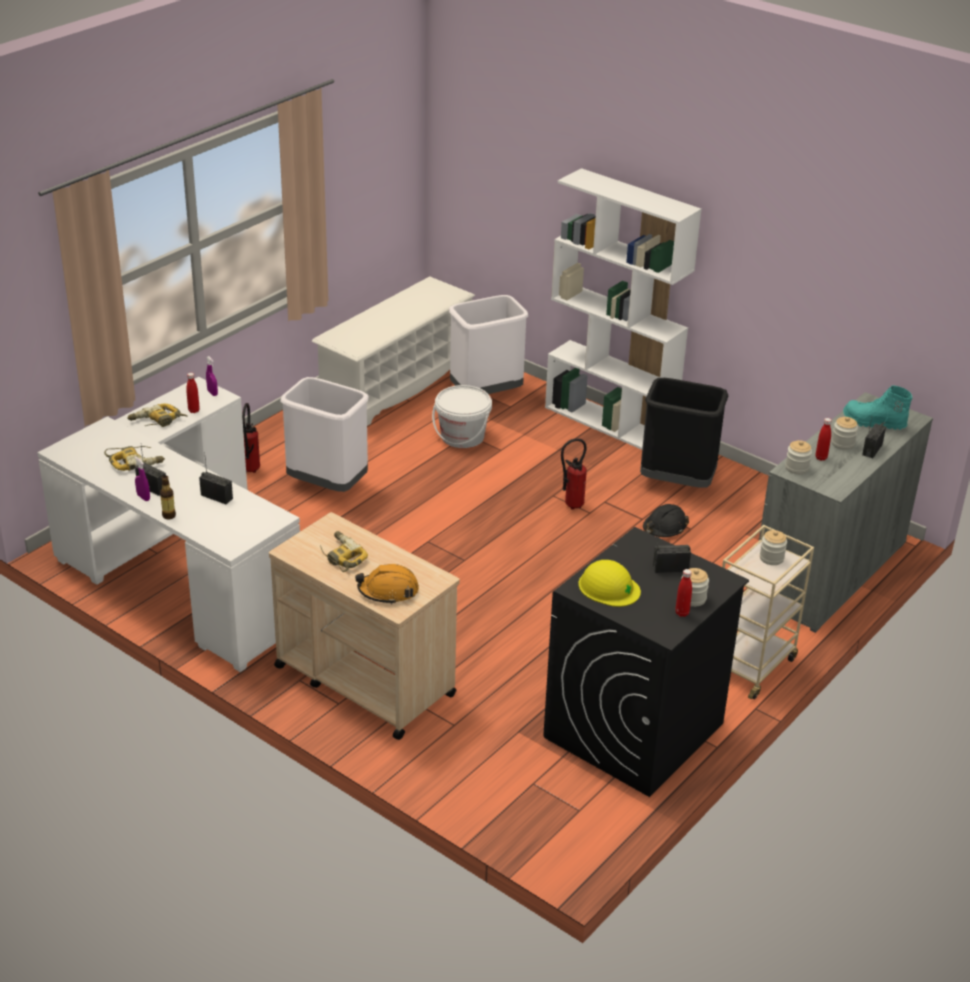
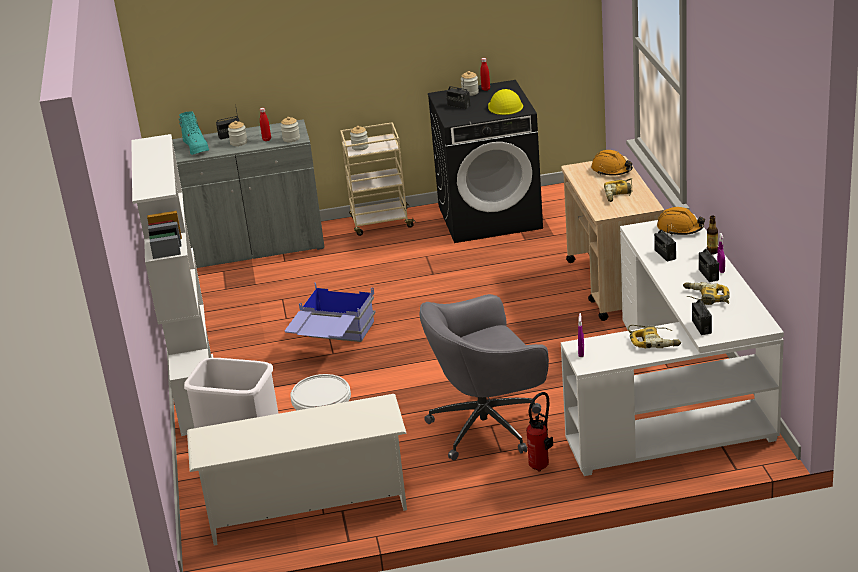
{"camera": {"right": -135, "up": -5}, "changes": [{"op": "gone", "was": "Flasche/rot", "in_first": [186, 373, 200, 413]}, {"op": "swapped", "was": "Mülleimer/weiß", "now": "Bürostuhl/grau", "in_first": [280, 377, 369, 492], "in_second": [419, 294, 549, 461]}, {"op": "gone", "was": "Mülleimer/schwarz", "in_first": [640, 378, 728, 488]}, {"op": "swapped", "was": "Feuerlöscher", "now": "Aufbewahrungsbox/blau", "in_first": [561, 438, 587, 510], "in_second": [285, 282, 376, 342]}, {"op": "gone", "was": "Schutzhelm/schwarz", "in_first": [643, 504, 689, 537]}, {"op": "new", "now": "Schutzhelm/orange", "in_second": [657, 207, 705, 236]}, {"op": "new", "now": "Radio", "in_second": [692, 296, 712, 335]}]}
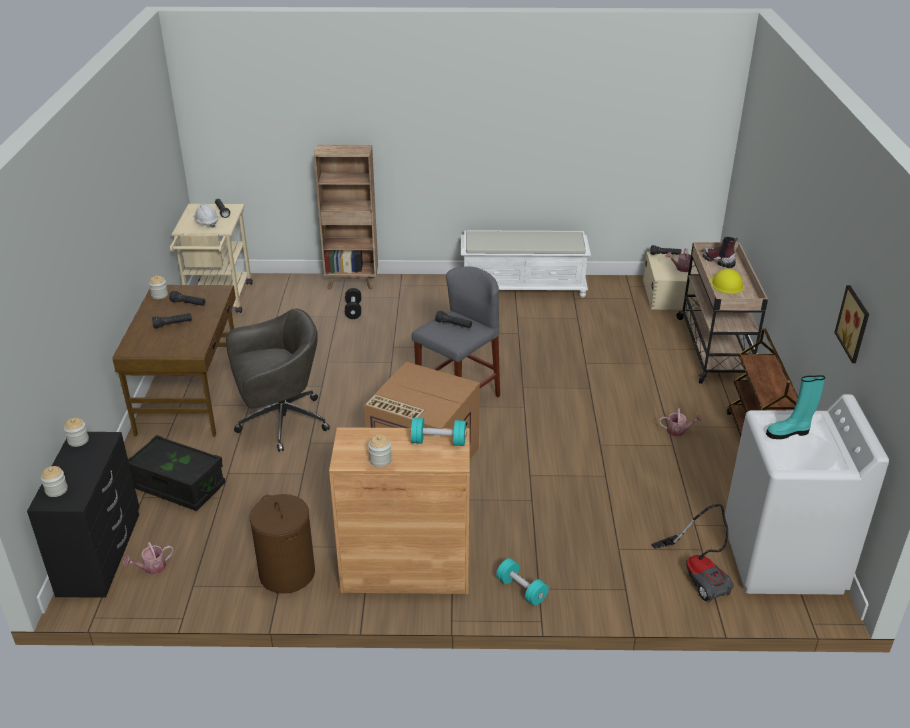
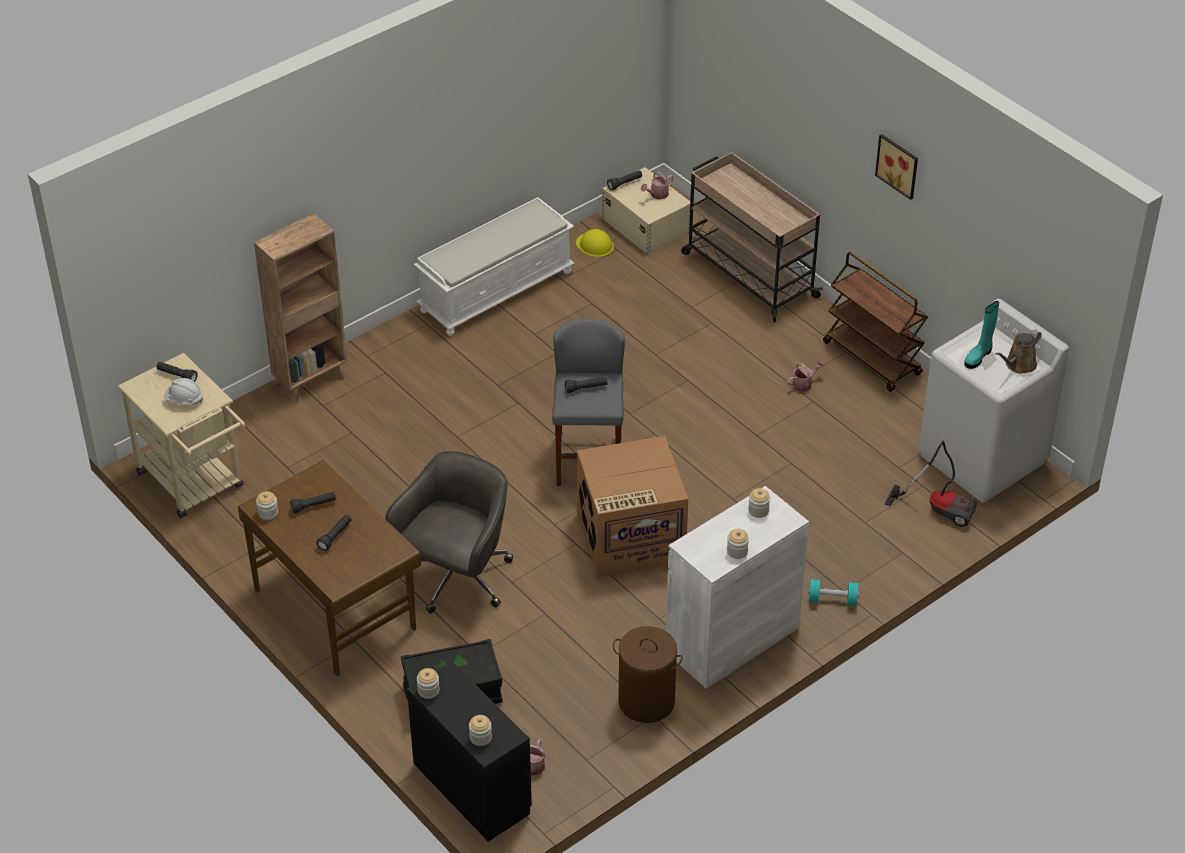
{"camera": {"right": -40, "up": 10}, "changes": [{"op": "gone", "was": "Stiefel", "in_first": [703, 237, 738, 268]}, {"op": "shifted", "was": "Schutzhelm/gelb", "in_first": [710, 269, 744, 294], "in_second": [576, 229, 614, 257]}, {"op": "shifted", "was": "Bild", "in_first": [834, 285, 869, 363], "in_second": [875, 134, 918, 200]}, {"op": "gone", "was": "Hantel/schwarz", "in_first": [345, 288, 361, 319]}, {"op": "swapped", "was": "Hantel/türkis", "now": "Vorratsglas", "in_first": [411, 418, 467, 446], "in_second": [748, 488, 770, 518]}, {"op": "repainted", "was": "Schrank/braun", "now": "Schrank/weiß", "in_first": [329, 427, 470, 594], "in_second": [666, 486, 809, 689]}, {"op": "new", "now": "Gießkanne/braun", "in_second": [995, 330, 1042, 374]}]}
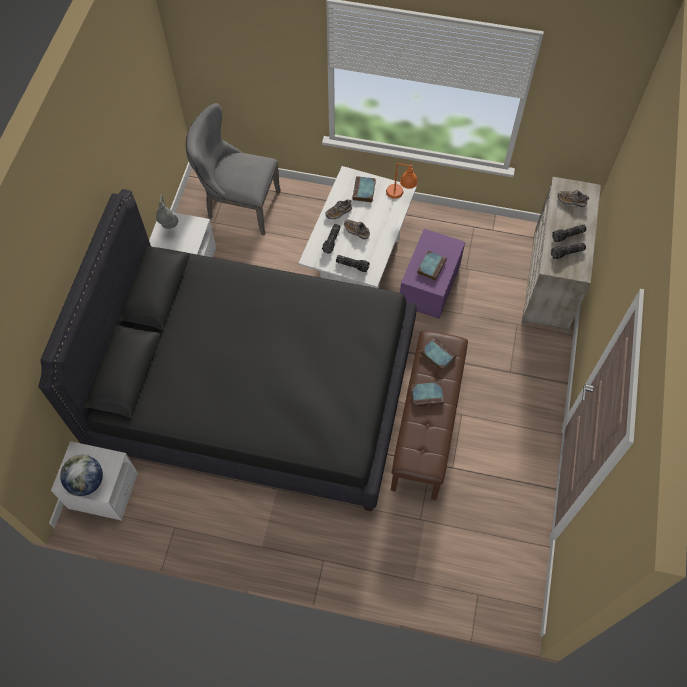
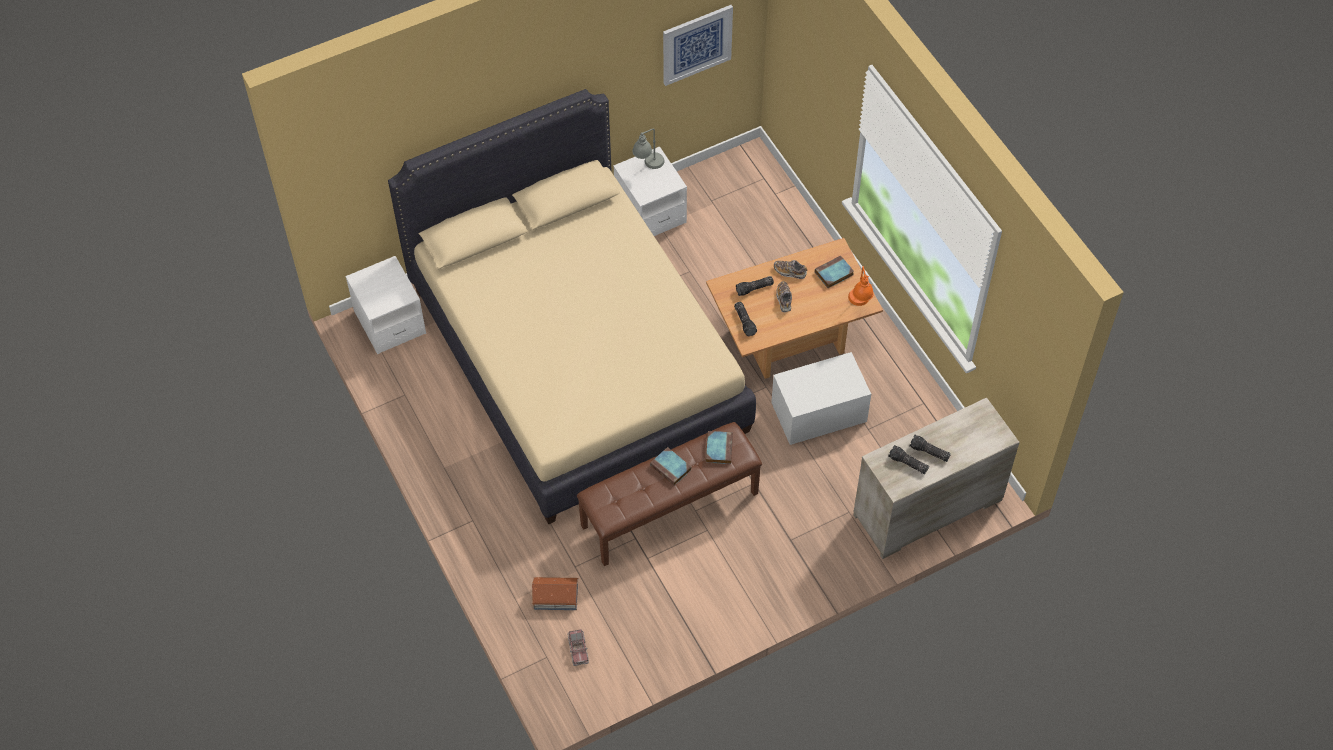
{"camera": {"right": 50, "up": -5}, "changes": [{"op": "gone", "was": "Stuhl/grau", "in_first": [186, 103, 281, 235]}, {"op": "repainted", "was": "Couchtisch/weiß", "now": "Couchtisch/braun", "in_first": [298, 166, 417, 289], "in_second": [706, 238, 883, 379]}, {"op": "repainted", "was": "Bett/schwarz", "now": "Bett/beige", "in_first": [38, 189, 417, 511], "in_second": [388, 89, 756, 525]}, {"op": "gone", "was": "Schuh", "in_first": [558, 190, 589, 207]}, {"op": "repainted", "was": "Aufbewahrungsbox/lila", "now": "Aufbewahrungsbox/weiß", "in_first": [400, 229, 465, 319], "in_second": [771, 352, 871, 445]}, {"op": "gone", "was": "Buch", "in_first": [417, 250, 447, 281]}, {"op": "gone", "was": "Globus", "in_first": [60, 455, 103, 496]}, {"op": "new", "now": "Bild", "in_second": [663, 5, 733, 86]}, {"op": "new", "now": "Spielzeughaus", "in_second": [532, 577, 579, 610]}, {"op": "new", "now": "Spielzeuglaster", "in_second": [567, 629, 589, 666]}]}
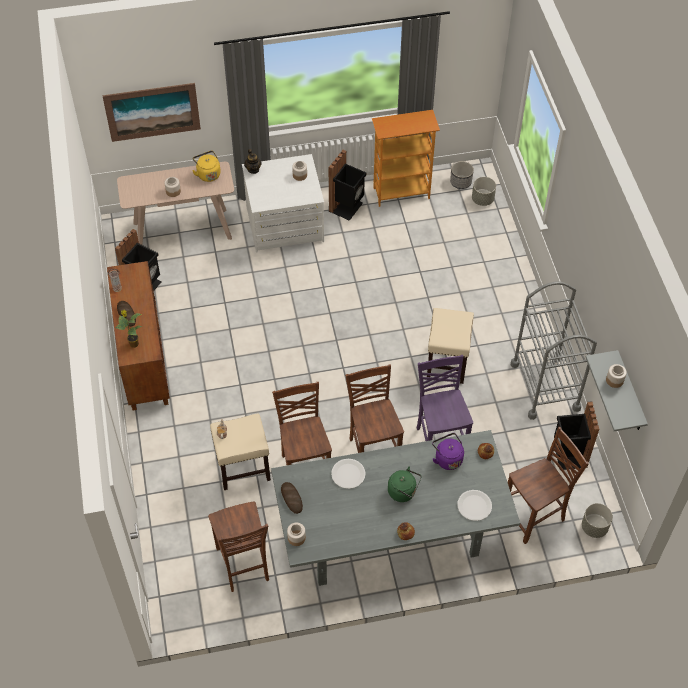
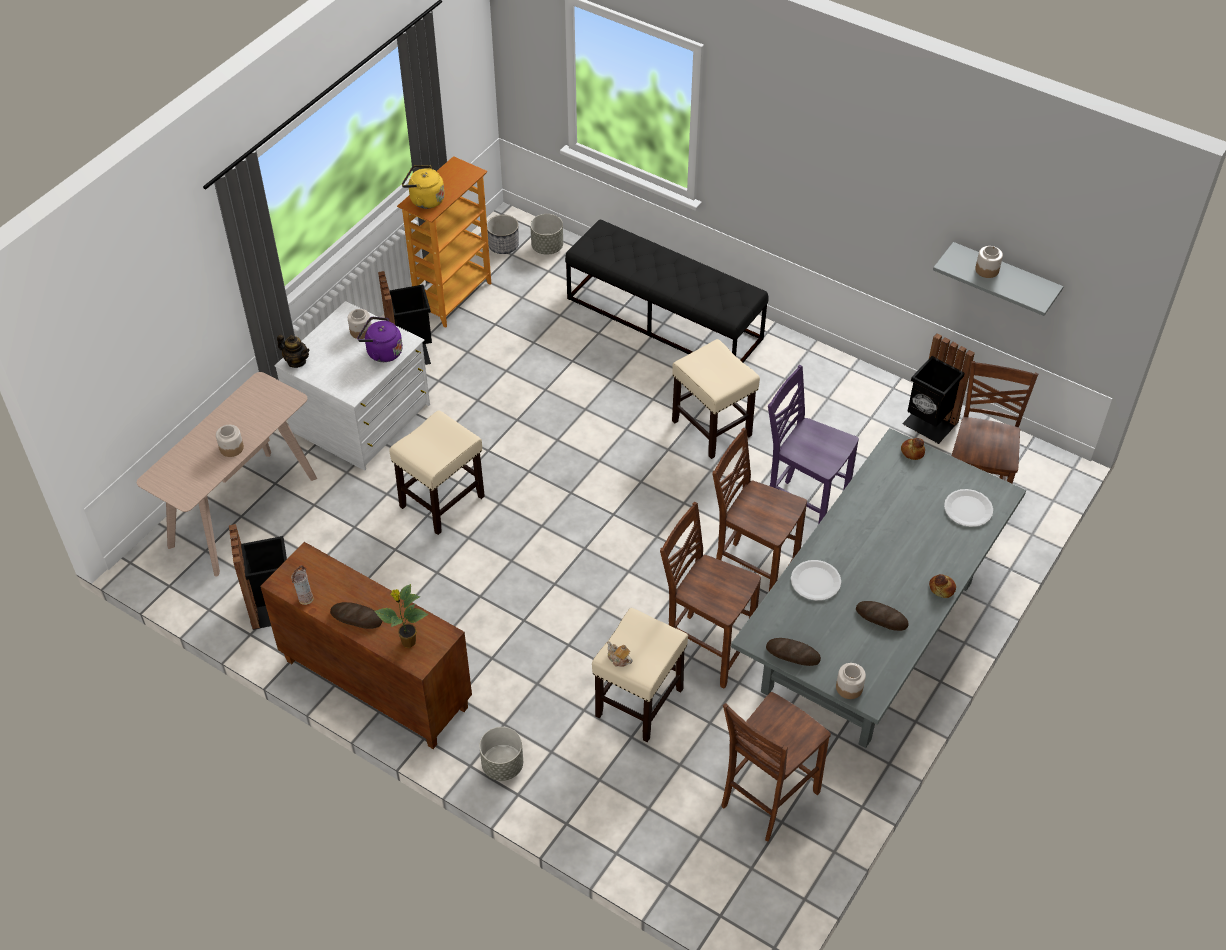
{"camera": {"right": -45, "up": -5}, "changes": [{"op": "gone", "was": "Bild", "in_first": [102, 83, 201, 142]}, {"op": "shifted", "was": "Wasserkessel/gelb", "in_first": [192, 151, 221, 182], "in_second": [402, 165, 445, 209]}, {"op": "gone", "was": "Rollwagen/grau", "in_first": [511, 281, 597, 420]}, {"op": "shifted", "was": "Wasserkessel/lila", "in_first": [432, 433, 464, 470], "in_second": [357, 317, 403, 362]}, {"op": "gone", "was": "Wasserkessel/grün", "in_first": [388, 466, 421, 502]}, {"op": "rotated", "was": "Stuhl/braun", "in_first": [208, 502, 269, 592], "in_second": [721, 692, 831, 842], "clockwise": 105}, {"op": "shifted", "was": "Pflanzkübel/grau", "in_first": [582, 503, 613, 538], "in_second": [479, 727, 523, 781]}, {"op": "new", "now": "Bank/schwarz", "in_second": [565, 219, 768, 362]}, {"op": "new", "now": "Hocker/beige", "in_second": [389, 410, 485, 535]}, {"op": "new", "now": "Brot", "in_second": [856, 601, 909, 631]}]}
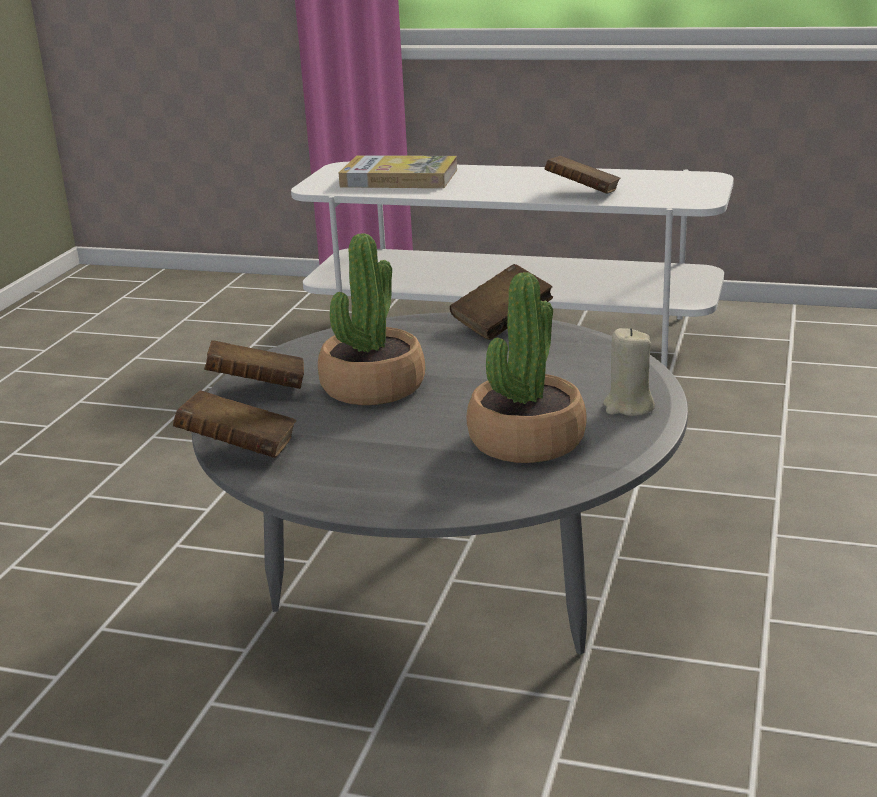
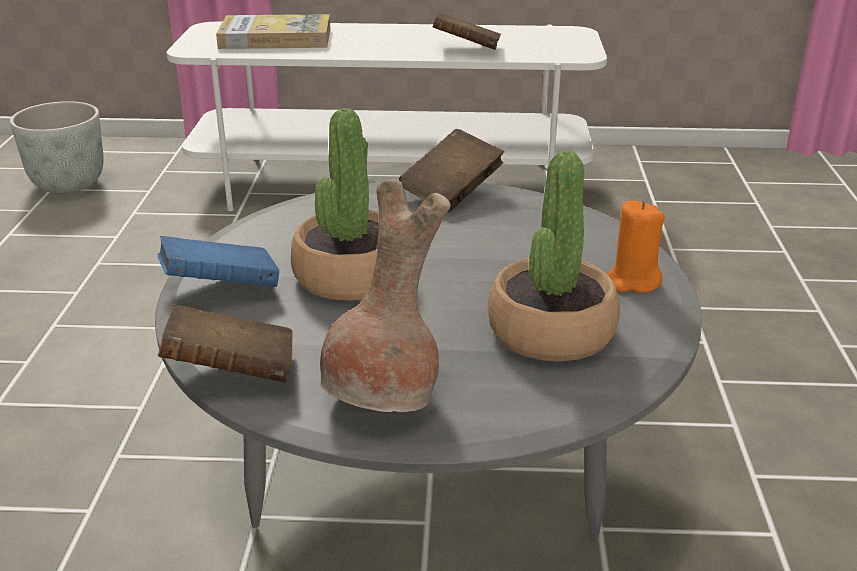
{"camera": {"right": -15, "up": 5}, "changes": [{"op": "repainted", "was": "Kerze/beige", "now": "Kerze/orange", "in_first": [603, 328, 655, 416], "in_second": [608, 201, 665, 293]}, {"op": "repainted", "was": "Buch/braun", "now": "Buch/blau", "in_first": [204, 340, 304, 389], "in_second": [157, 236, 279, 287]}, {"op": "new", "now": "Pflanzkübel/grau", "in_second": [10, 101, 104, 193]}, {"op": "new", "now": "Vase/braun", "in_second": [320, 179, 451, 412]}]}
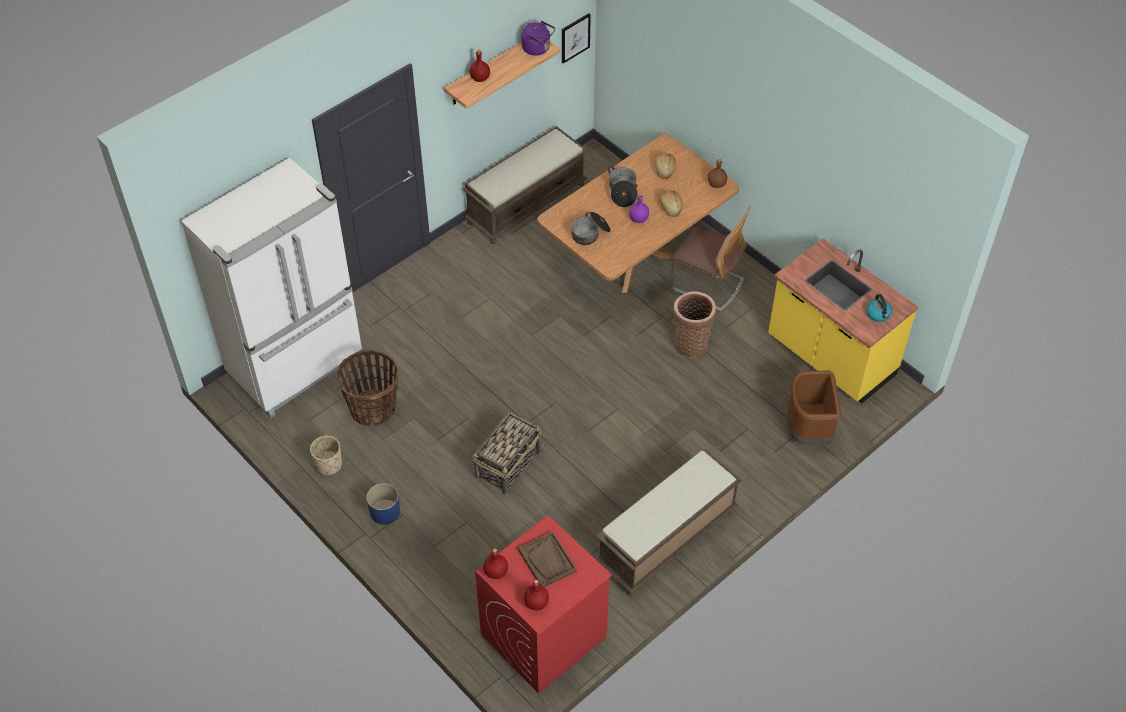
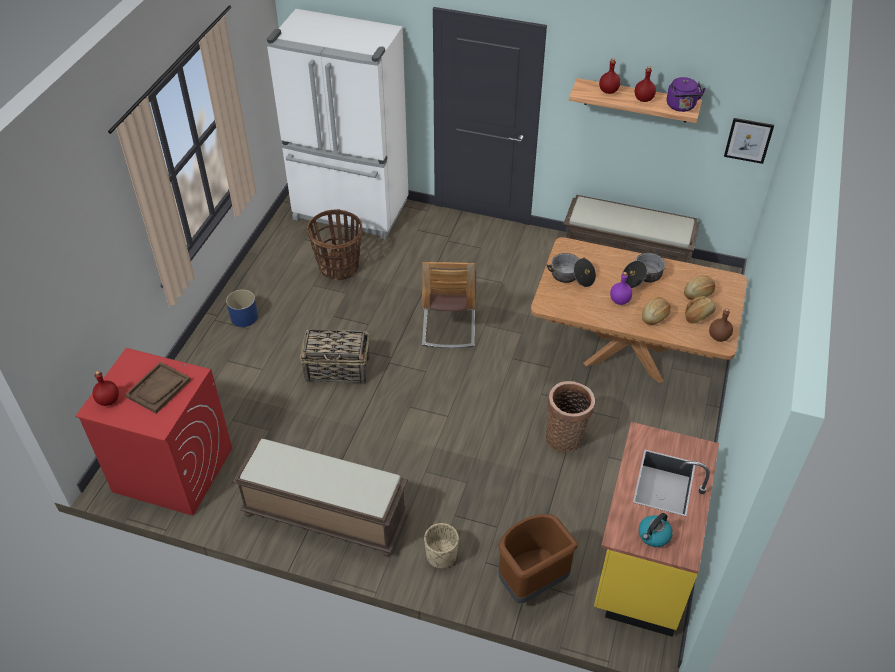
{"camera": {"right": 60, "up": -5}, "changes": [{"op": "shifted", "was": "Stuhl", "in_first": [671, 206, 751, 312], "in_second": [421, 262, 476, 348]}, {"op": "shifted", "was": "Pflanzkübel/beige", "in_first": [310, 436, 342, 475], "in_second": [424, 523, 459, 569]}, {"op": "shifted", "was": "Flasche/rot", "in_first": [483, 548, 508, 579], "in_second": [635, 66, 656, 102]}, {"op": "new", "now": "Brot", "in_second": [685, 296, 716, 323]}]}
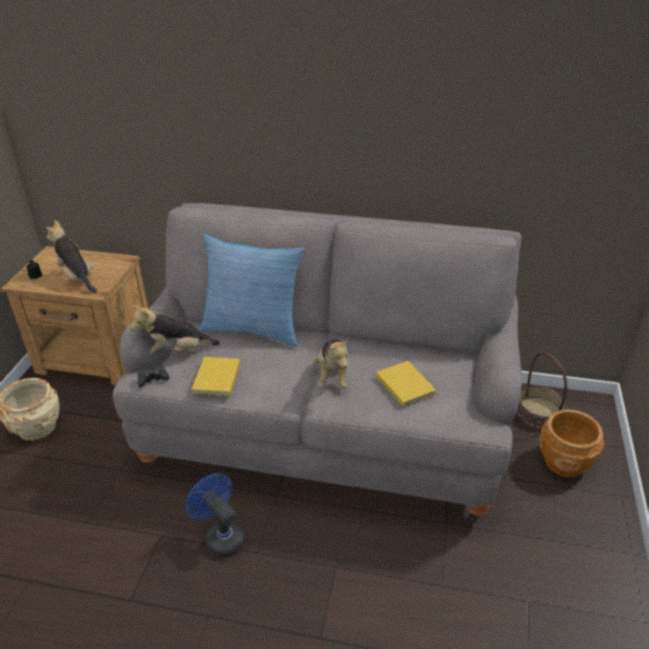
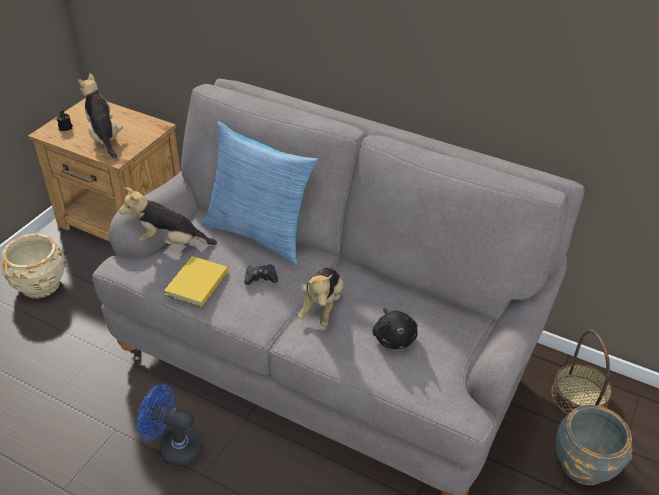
{"camera": {"right": 15, "up": 5}, "changes": [{"op": "swapped", "was": "Buch/gelb", "now": "Plüschtier/schwarz", "in_first": [376, 361, 436, 407], "in_second": [373, 308, 417, 349]}, {"op": "shifted", "was": "Gamepad/schwarz", "in_first": [137, 365, 169, 387], "in_second": [244, 264, 278, 285]}, {"op": "repainted", "was": "Pflanzkübel/braun", "now": "Pflanzkübel/grau", "in_first": [539, 409, 604, 477], "in_second": [556, 405, 633, 485]}, {"op": "rotated", "was": "Ventilator/blau", "in_first": [186, 473, 246, 557], "in_second": [137, 384, 203, 467], "clockwise": -45}]}
